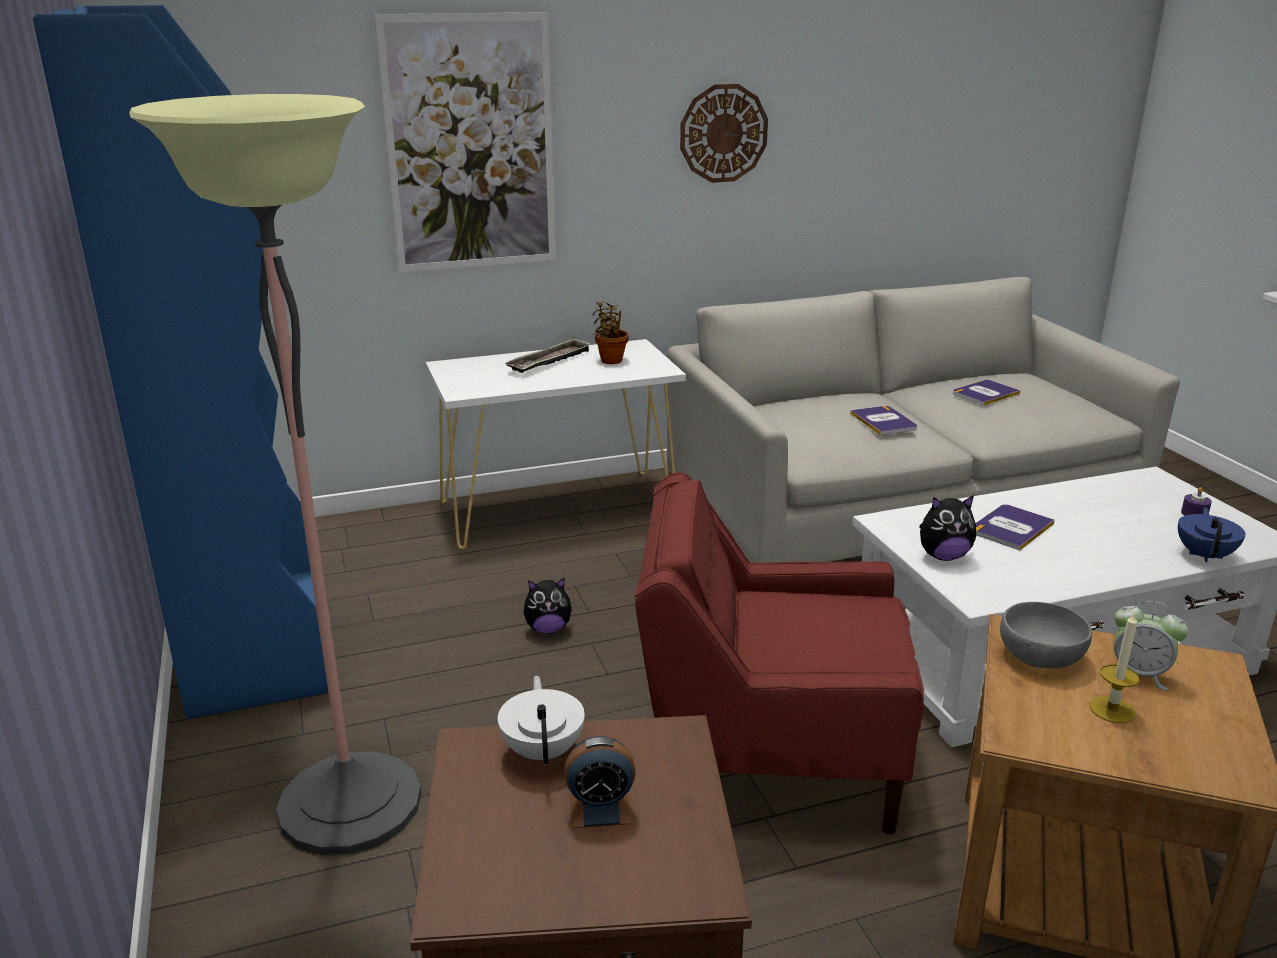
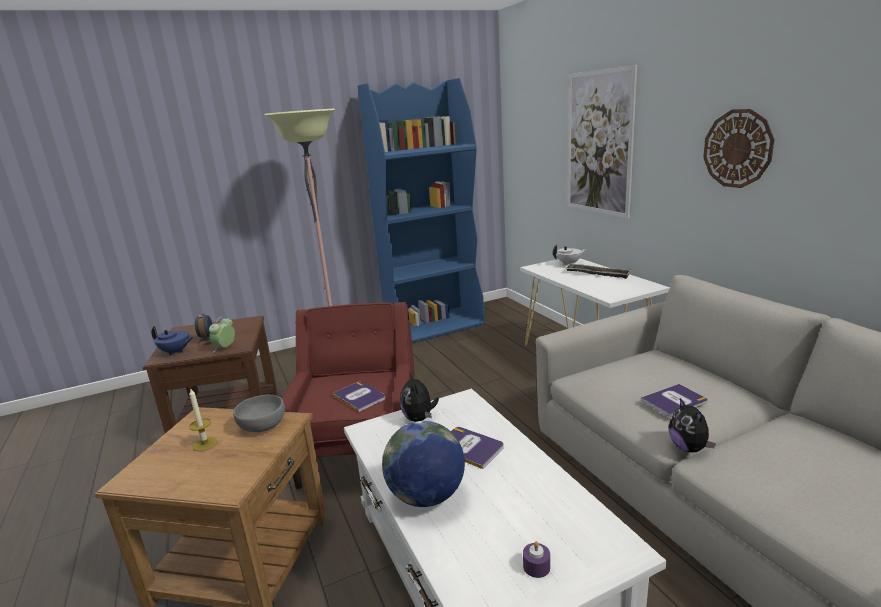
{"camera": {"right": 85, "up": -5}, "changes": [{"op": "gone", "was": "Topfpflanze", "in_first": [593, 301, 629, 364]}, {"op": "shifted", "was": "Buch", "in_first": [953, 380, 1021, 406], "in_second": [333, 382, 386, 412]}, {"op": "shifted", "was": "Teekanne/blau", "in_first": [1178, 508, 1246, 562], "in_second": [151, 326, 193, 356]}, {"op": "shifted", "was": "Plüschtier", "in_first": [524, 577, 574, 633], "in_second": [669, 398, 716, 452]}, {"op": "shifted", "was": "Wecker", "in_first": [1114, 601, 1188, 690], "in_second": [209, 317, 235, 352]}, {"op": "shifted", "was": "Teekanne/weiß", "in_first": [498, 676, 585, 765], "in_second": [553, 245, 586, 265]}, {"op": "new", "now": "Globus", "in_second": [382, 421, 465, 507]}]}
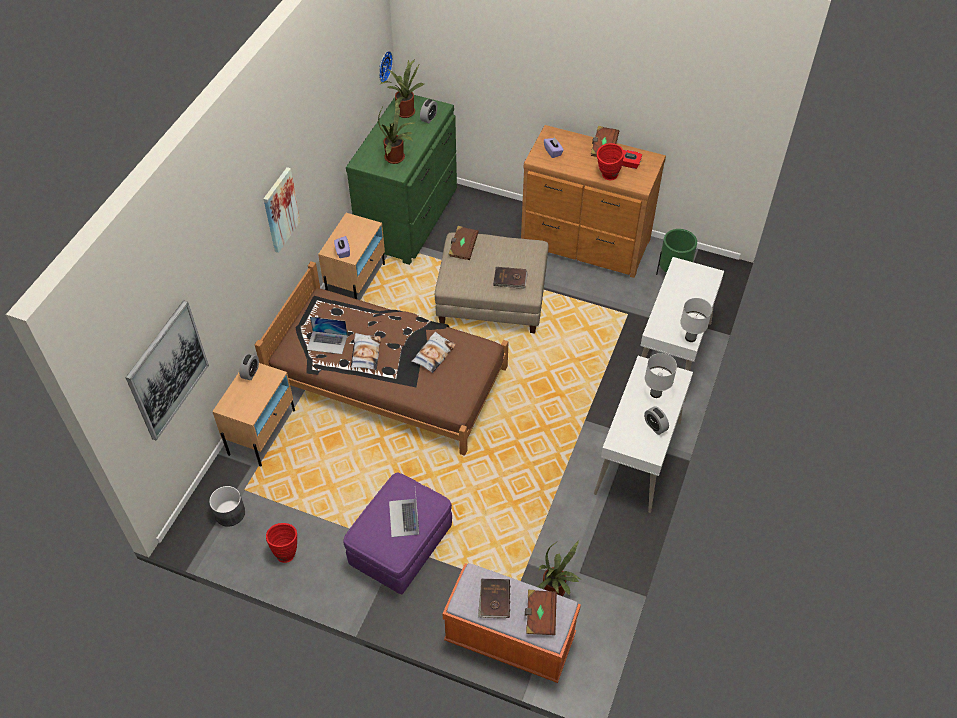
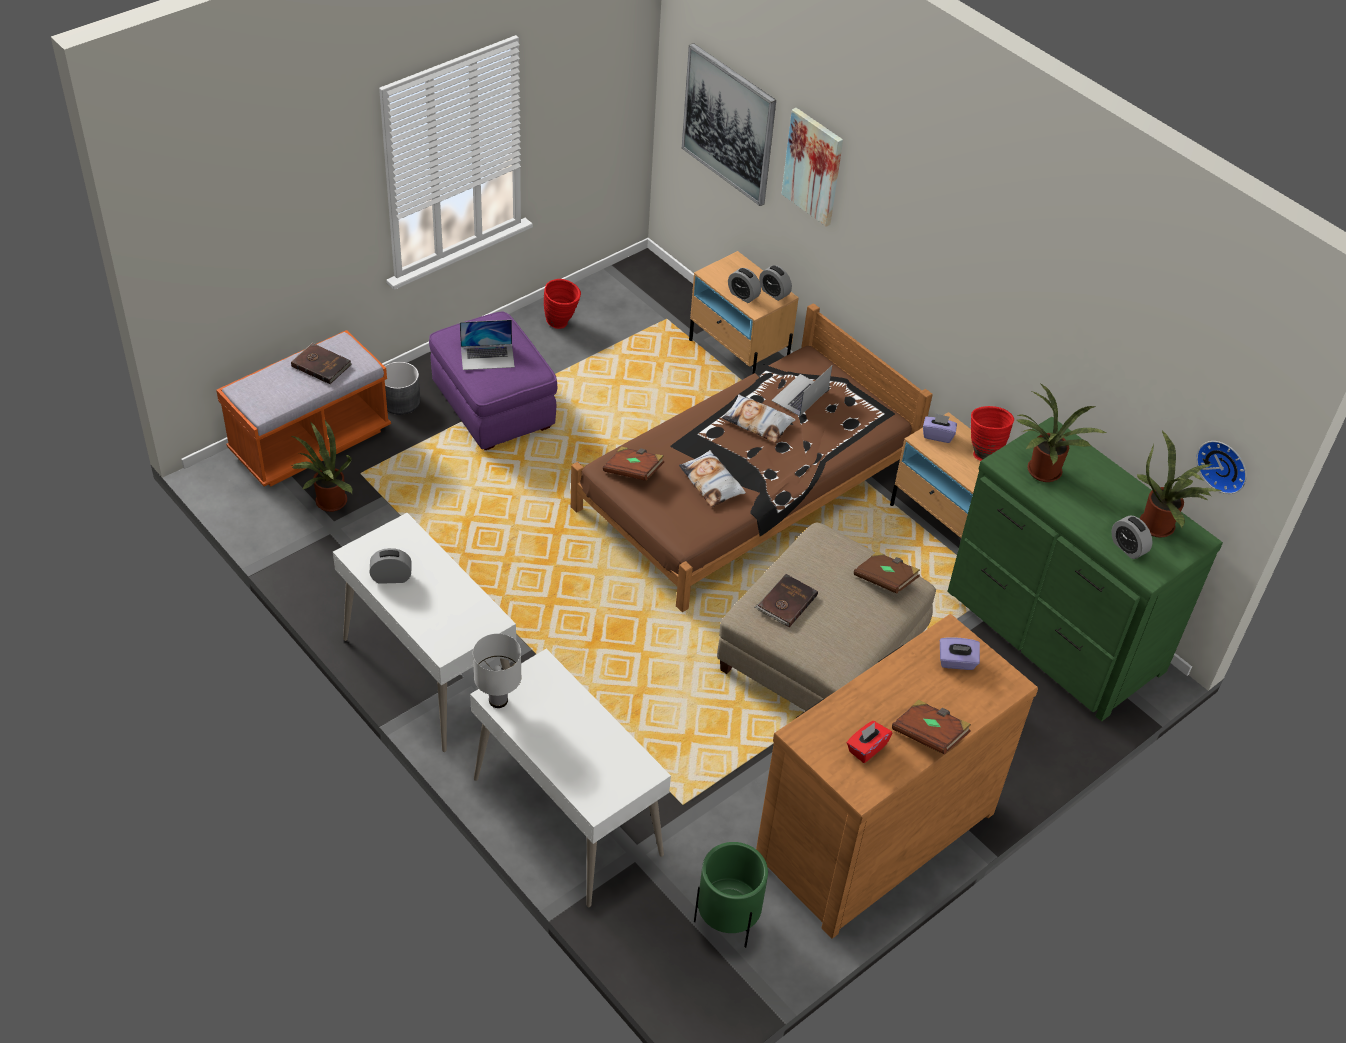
{"camera": {"right": 115, "up": -5}, "changes": [{"op": "shifted", "was": "Vase/rot", "in_first": [597, 143, 624, 180], "in_second": [971, 406, 1014, 461]}, {"op": "shifted", "was": "Bild", "in_first": [263, 167, 301, 253], "in_second": [782, 108, 843, 227]}, {"op": "gone", "was": "Tischlampe/weiß", "in_first": [645, 353, 677, 398]}, {"op": "shifted", "was": "Pflanzkübel/grau", "in_first": [209, 486, 245, 527], "in_second": [385, 362, 420, 415]}, {"op": "rotated", "was": "Laptop", "in_first": [389, 490, 419, 537], "in_second": [460, 320, 515, 370], "clockwise": 150}, {"op": "shifted", "was": "Buch/braun", "in_first": [525, 590, 557, 635], "in_second": [603, 446, 664, 481]}, {"op": "new", "now": "Wecker", "in_second": [728, 268, 761, 303]}]}
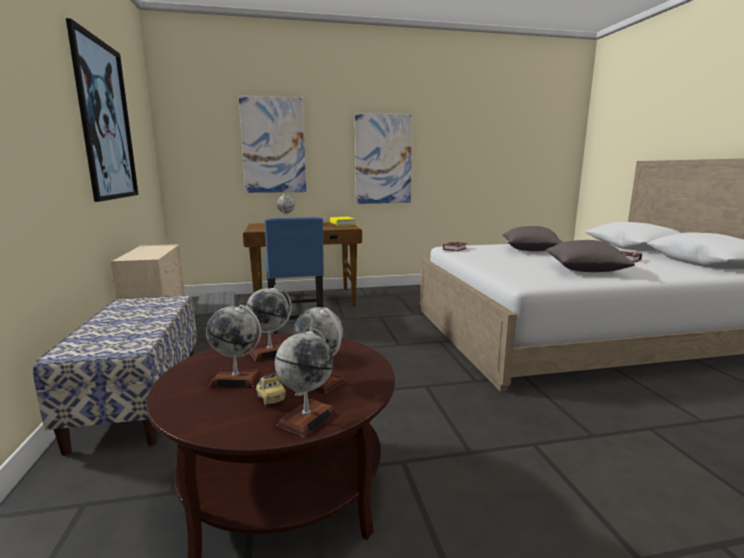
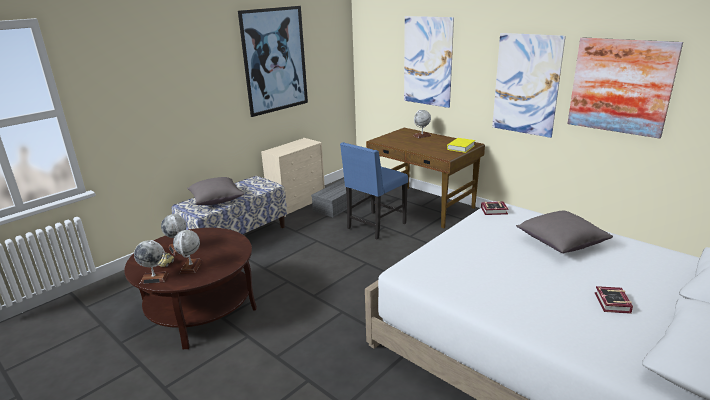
{"camera": {"right": 55, "up": 10}, "changes": [{"op": "shifted", "was": "Kissen/grau", "in_first": [546, 240, 635, 272], "in_second": [187, 177, 244, 205]}, {"op": "gone", "was": "Globus", "in_first": [246, 285, 292, 362]}, {"op": "new", "now": "Bild", "in_second": [567, 37, 683, 139]}]}
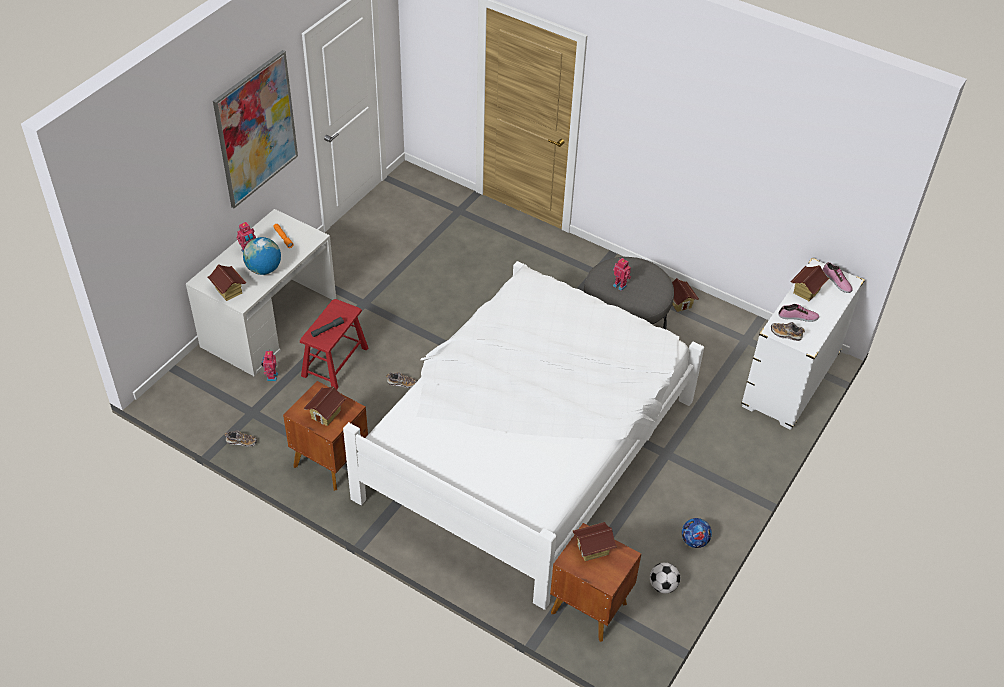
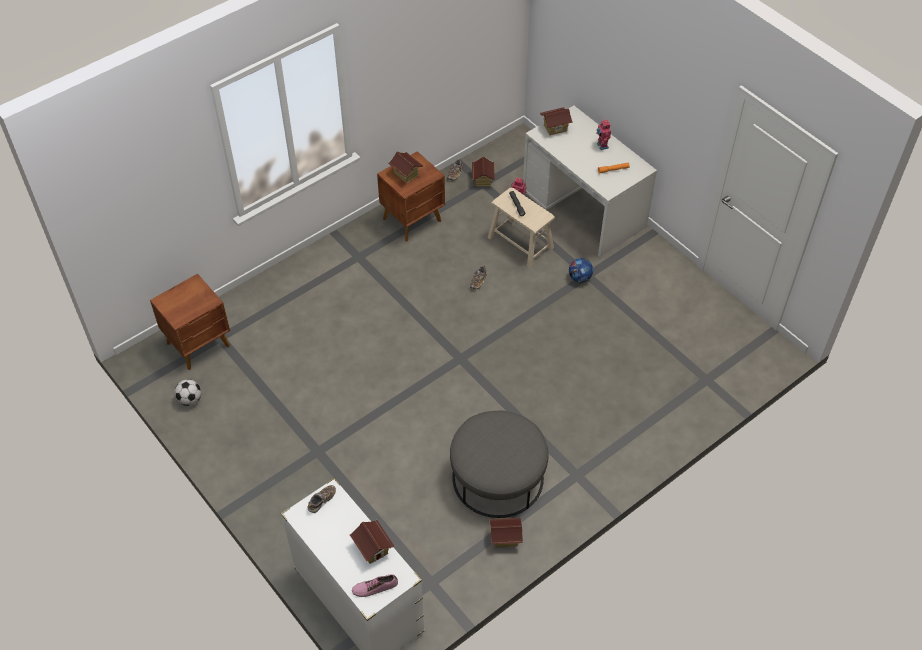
{"camera": {"right": 110, "up": 5}, "changes": [{"op": "gone", "was": "Bild", "in_first": [213, 50, 298, 208]}, {"op": "gone", "was": "Globus", "in_first": [243, 237, 281, 275]}, {"op": "gone", "was": "Spielzeugroboter", "in_first": [613, 258, 631, 291]}, {"op": "gone", "was": "Bett/weiß", "in_first": [343, 261, 704, 610]}, {"op": "repainted", "was": "Hocker/rot", "now": "Hocker/beige", "in_first": [300, 299, 368, 390], "in_second": [488, 187, 555, 267]}, {"op": "gone", "was": "Schuh", "in_first": [778, 304, 819, 322]}, {"op": "shifted", "was": "Fußball", "in_first": [682, 518, 712, 548], "in_second": [569, 258, 593, 283]}, {"op": "shifted", "was": "Spielzeughaus", "in_first": [573, 522, 617, 561], "in_second": [472, 156, 495, 186]}]}
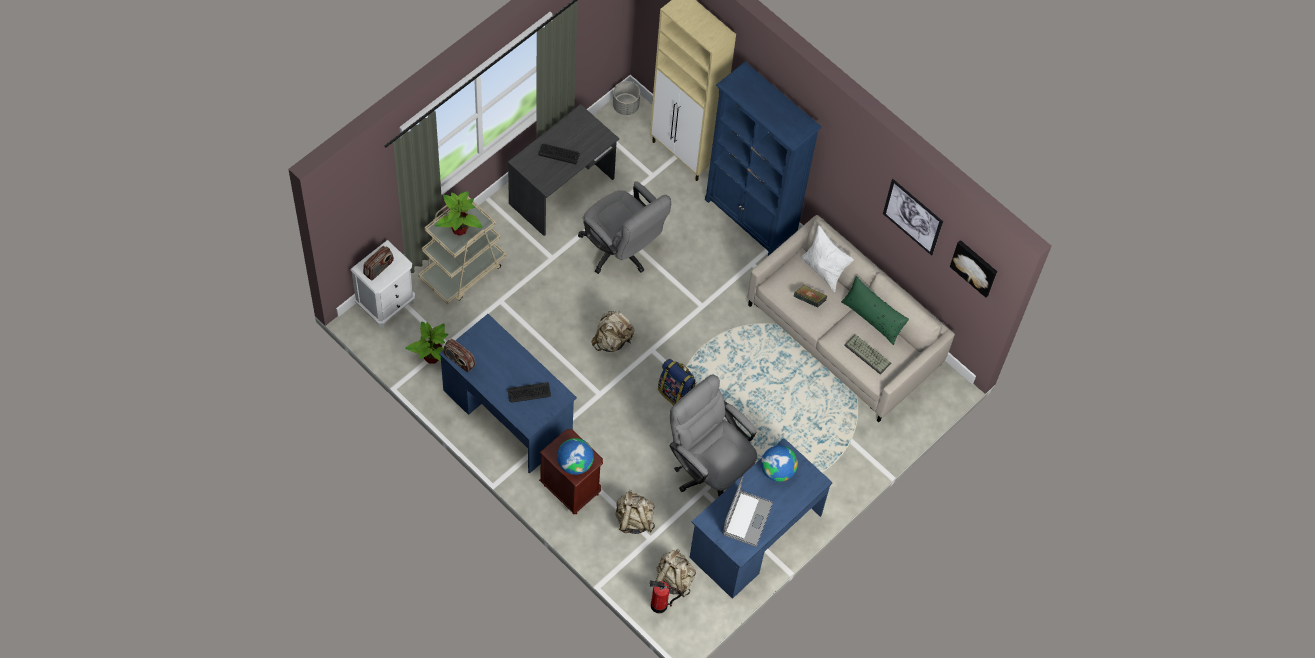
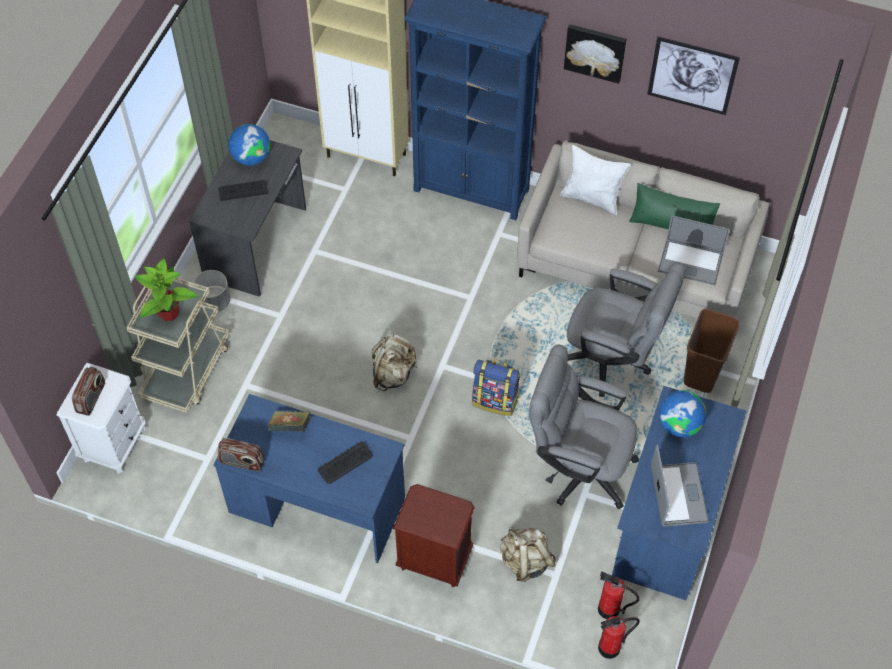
{"camera": {"right": -20, "up": -5}, "changes": [{"op": "shifted", "was": "Pflanzkübel/grau", "in_first": [613, 81, 640, 115], "in_second": [193, 270, 231, 312]}, {"op": "shifted", "was": "Bürostuhl/grau", "in_first": [578, 181, 671, 274], "in_second": [567, 262, 686, 397]}, {"op": "shifted", "was": "Bild", "in_first": [950, 240, 997, 298], "in_second": [564, 24, 627, 84]}, {"op": "shifted", "was": "Buch", "in_first": [793, 285, 827, 308], "in_second": [267, 411, 311, 432]}, {"op": "gone", "was": "Topfpflanze", "in_first": [405, 322, 449, 364]}, {"op": "swapped", "was": "Tastatur", "now": "Laptop", "in_first": [844, 334, 891, 375], "in_second": [658, 215, 730, 285]}, {"op": "shifted", "was": "Globus", "in_first": [557, 438, 594, 475], "in_second": [228, 124, 270, 166]}, {"op": "swapped", "was": "Rucksack/beige", "now": "Feuerlöscher", "in_first": [656, 550, 696, 597], "in_second": [598, 571, 639, 619]}, {"op": "new", "now": "Mülleimer/braun", "in_second": [684, 309, 740, 393]}]}
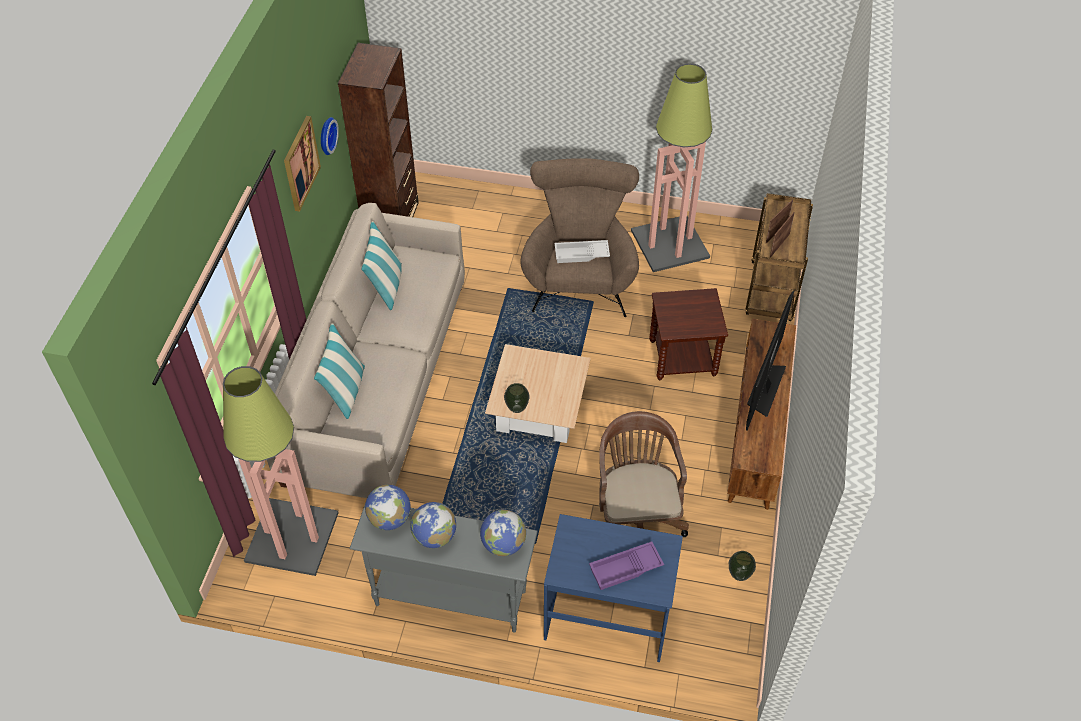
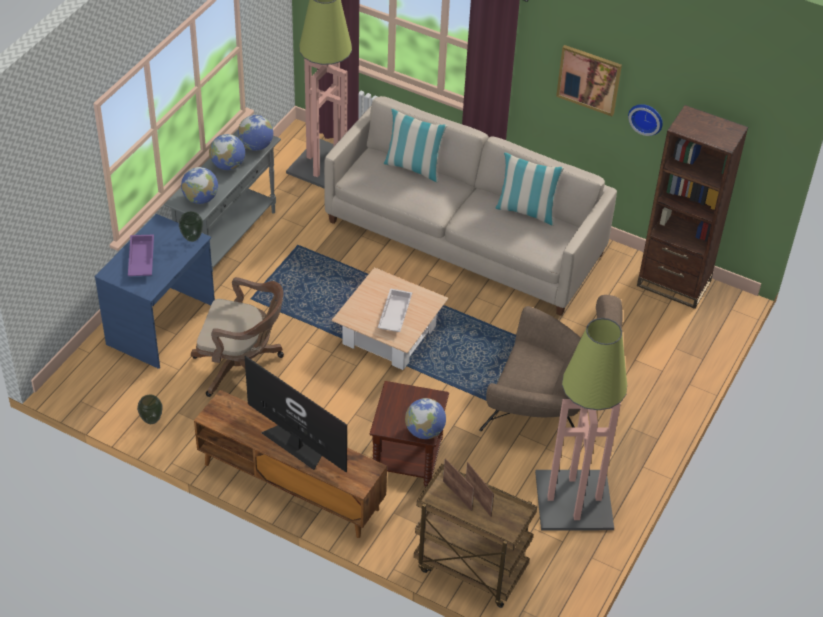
{"camera": {"right": 105, "up": -5}, "changes": [{"op": "shifted", "was": "Tablett/weiß", "in_first": [555, 240, 610, 263], "in_second": [378, 288, 412, 332]}, {"op": "shifted", "was": "Vase", "in_first": [504, 383, 530, 413], "in_second": [179, 211, 203, 242]}, {"op": "new", "now": "Globus", "in_second": [405, 398, 446, 439]}]}
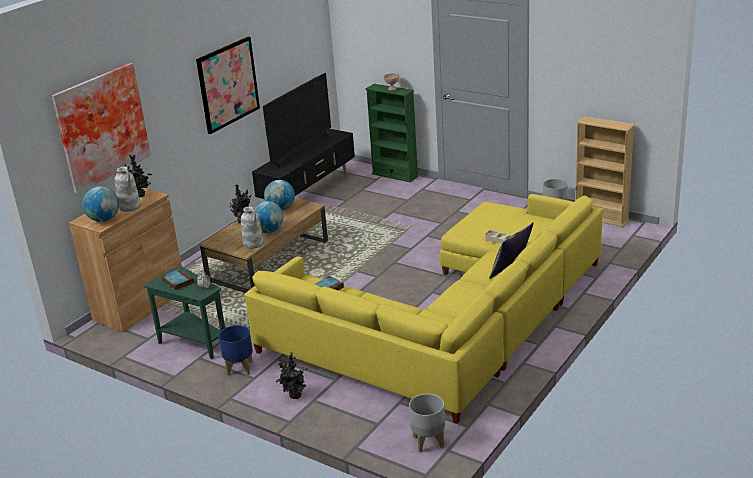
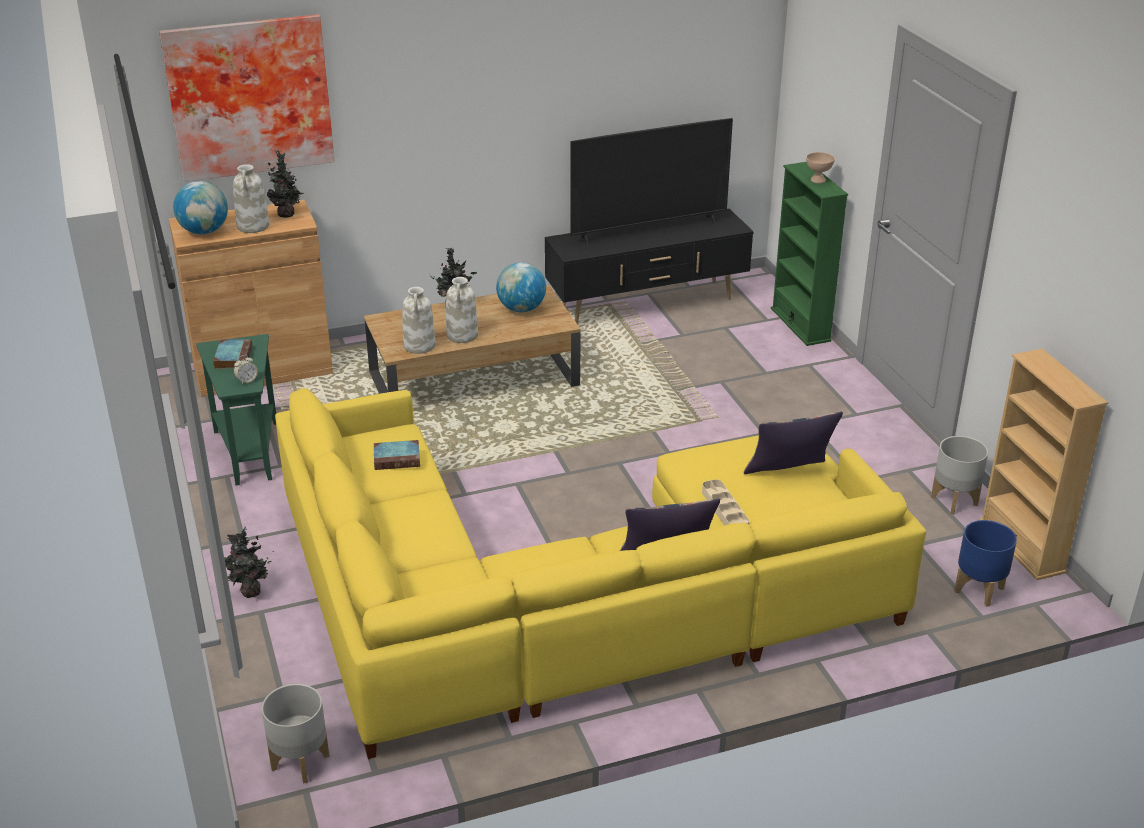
{"camera": {"right": 35, "up": 5}, "changes": [{"op": "gone", "was": "Bild", "in_first": [196, 37, 260, 134]}, {"op": "swapped", "was": "Globus", "now": "Vase/weiß", "in_first": [253, 201, 283, 233], "in_second": [446, 277, 478, 343]}, {"op": "shifted", "was": "Pflanzkübel/blau", "in_first": [219, 325, 253, 376], "in_second": [954, 520, 1017, 607]}, {"op": "new", "now": "Kissen", "in_second": [744, 412, 843, 474]}]}
